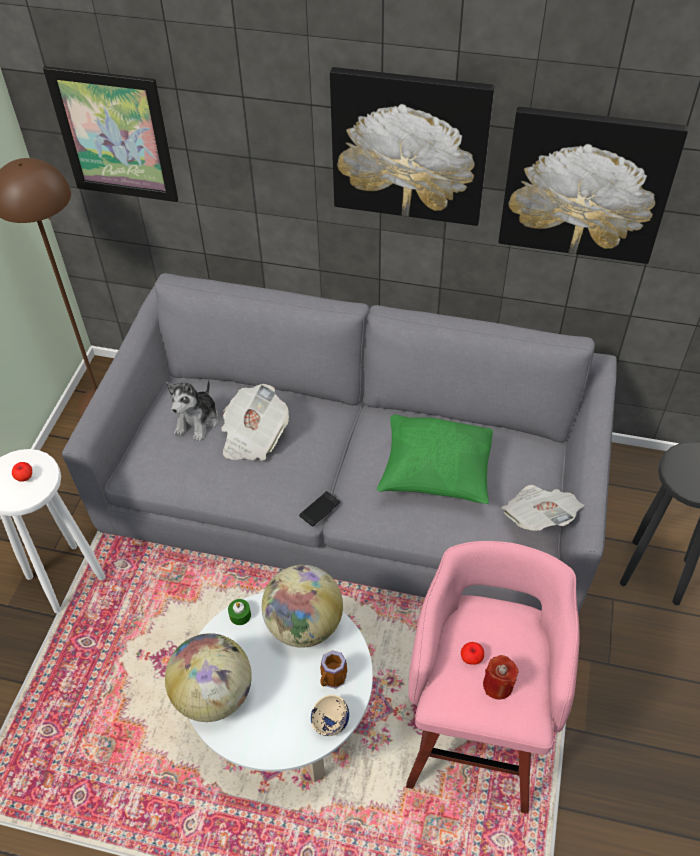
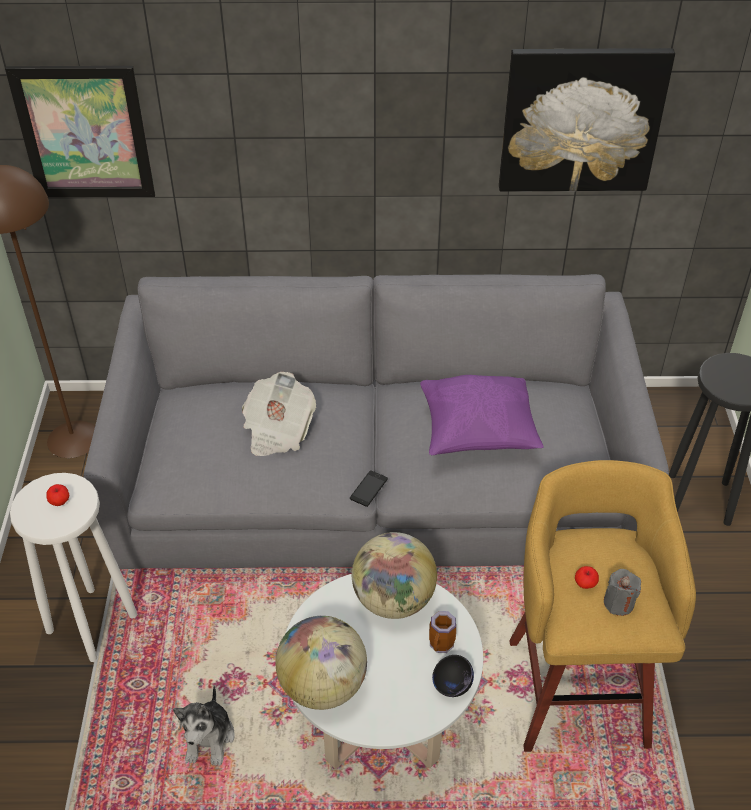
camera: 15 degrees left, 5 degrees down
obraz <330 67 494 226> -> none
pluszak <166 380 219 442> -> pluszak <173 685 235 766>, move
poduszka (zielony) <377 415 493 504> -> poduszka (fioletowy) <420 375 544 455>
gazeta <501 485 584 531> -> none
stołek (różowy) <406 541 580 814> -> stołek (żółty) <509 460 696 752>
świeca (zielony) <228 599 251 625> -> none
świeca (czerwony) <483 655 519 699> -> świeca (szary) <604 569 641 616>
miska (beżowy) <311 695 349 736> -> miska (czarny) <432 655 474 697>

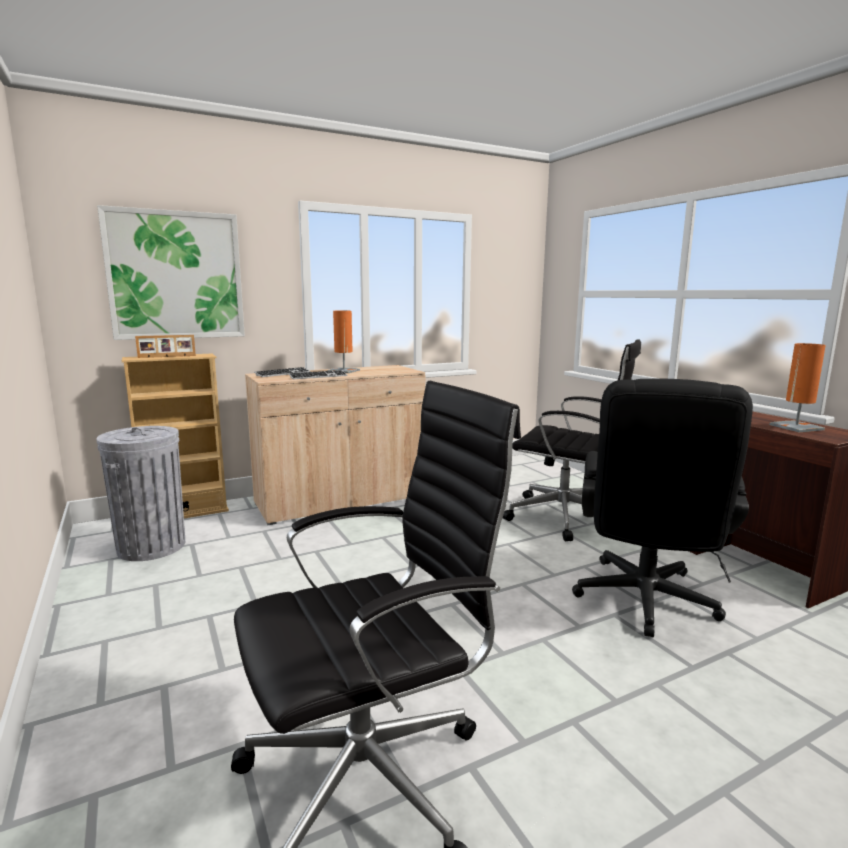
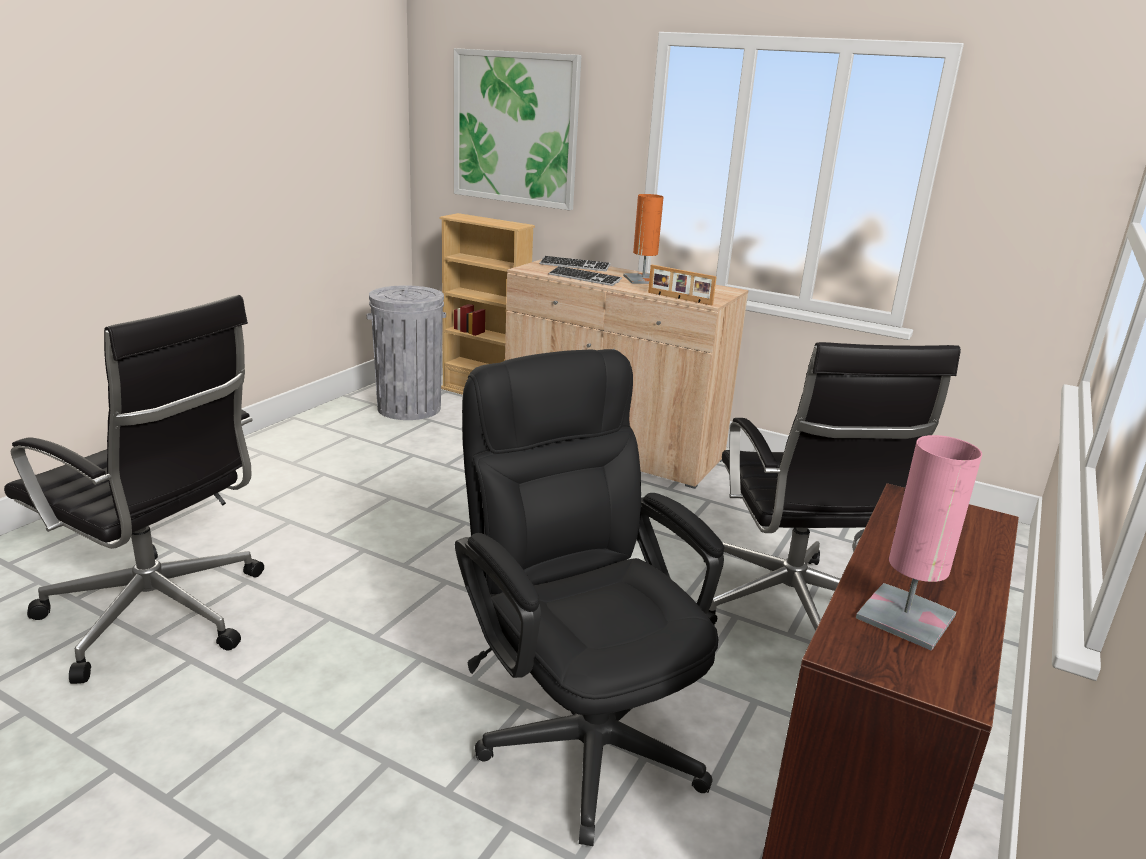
camera: 55 degrees right, 10 degrees up
ramka na zdjęcie <135 335 196 358> -> ramka na zdjęcie <648 265 717 306>, move
lampa stołowa (pomarańczowy) <769 343 826 432> -> lampa stołowa (różowy) <856 435 982 651>
krzesło biurowe (czarny) <572 379 753 637> -> krzesło biurowe (czarny) <455 349 724 846>, 75 degrees clockwise

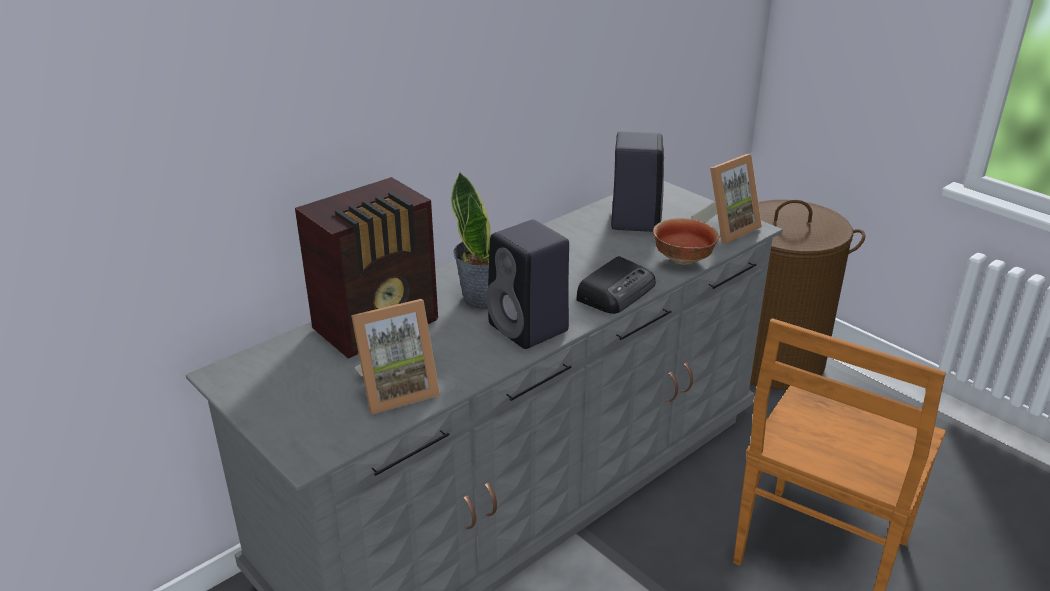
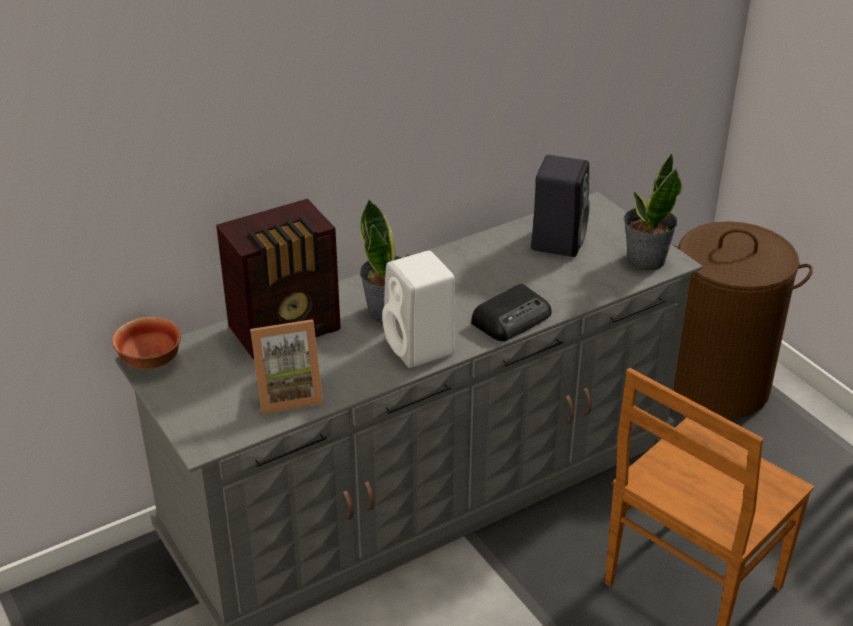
camera: 10 degrees right, 5 degrees up
ramka na zdjęcie <691 154 762 243> -> roślina doniczkowa <624 154 682 271>
miska <653 218 719 265> -> miska <112 317 181 369>, move
głośnik (czarny) <486 219 569 349> -> głośnik (biały) <382 251 455 368>

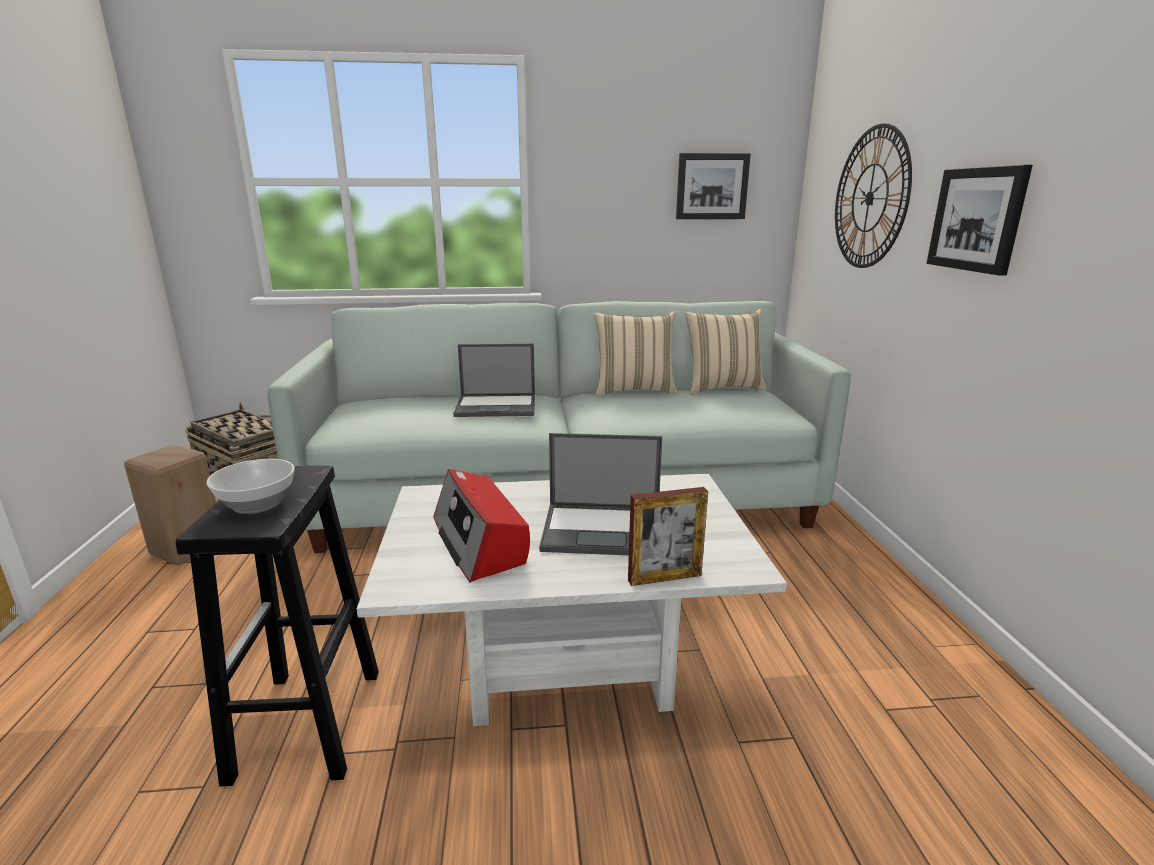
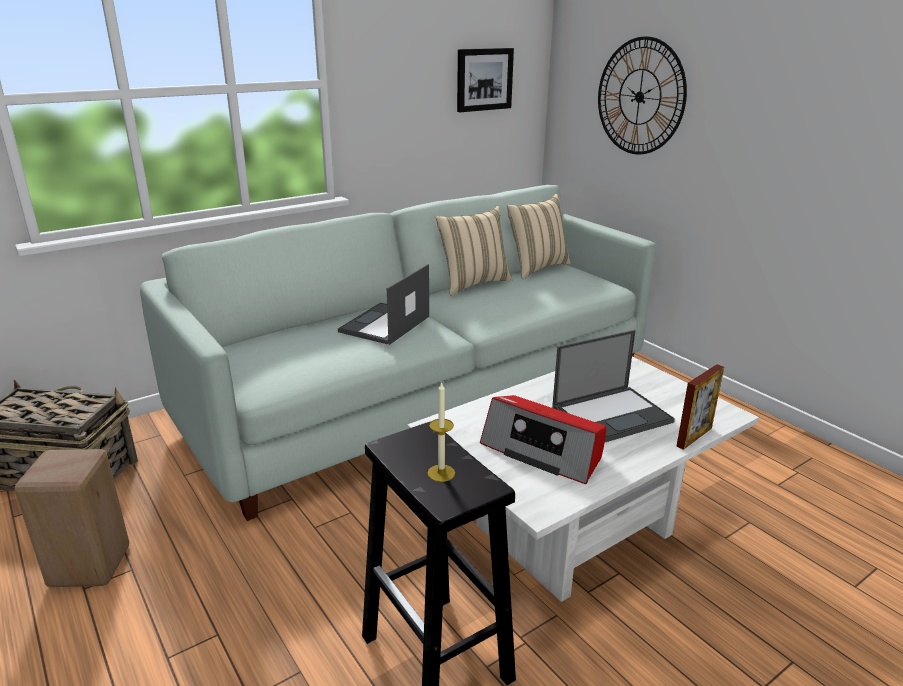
camera: 30 degrees left, 5 degrees up
obraz <927 165 1033 275> -> none
laptop <453 344 535 417> -> laptop <338 264 429 345>, 150 degrees clockwise
miska <206 459 295 514> -> świeca <427 382 455 482>

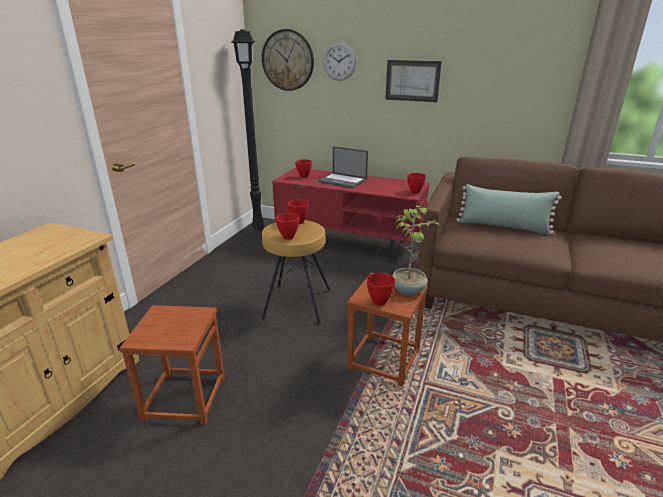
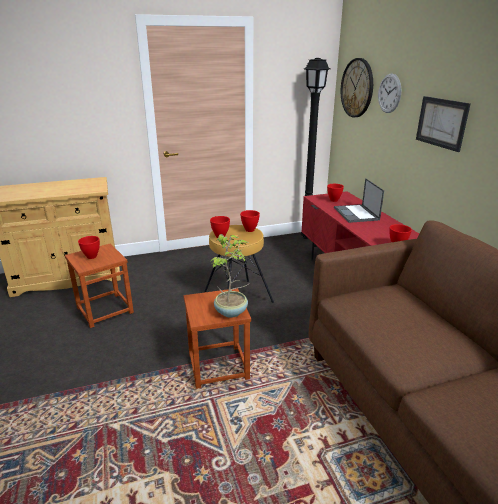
camera: 50 degrees right, 0 degrees up
poduszka (zielony) <456 184 562 235> -> none
miska (czerwony) <367 273 395 306> -> miska (czerwony) <78 236 100 259>, move

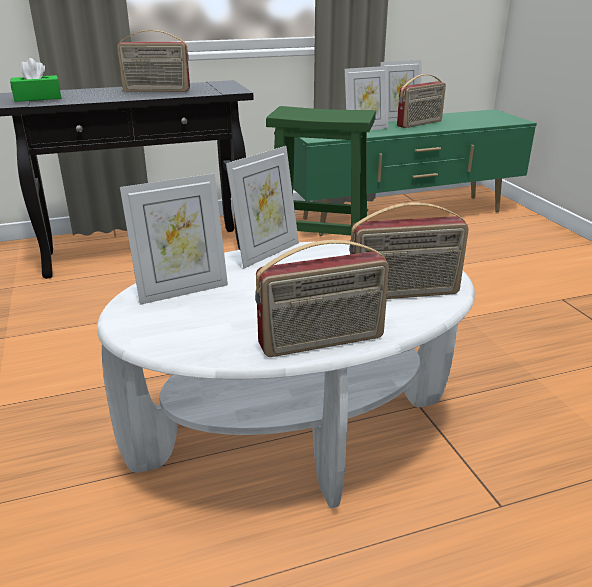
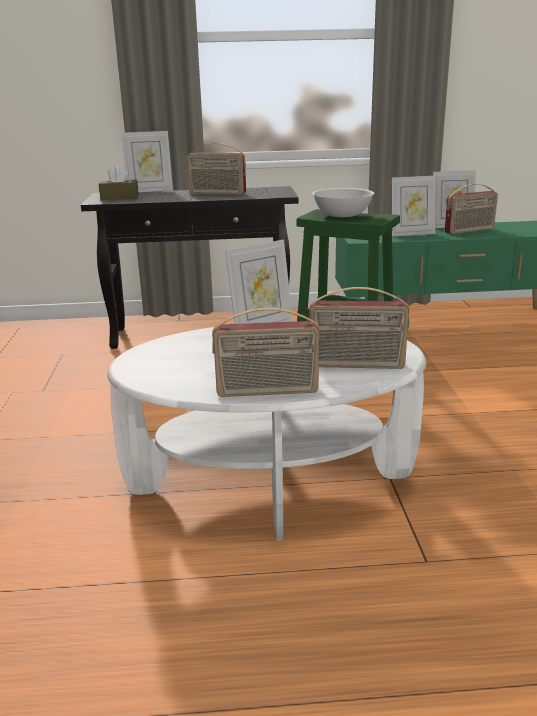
camera: 15 degrees right, 5 degrees down
pudełko chusteczek (zielony) <10 58 61 102> -> pudełko chusteczek (brązowy) <99 165 139 200>
ramka na zdjęcie <120 174 228 305> -> ramka na zdjęcie <121 131 173 192>, move
none -> miska (biały) <312 188 374 217>

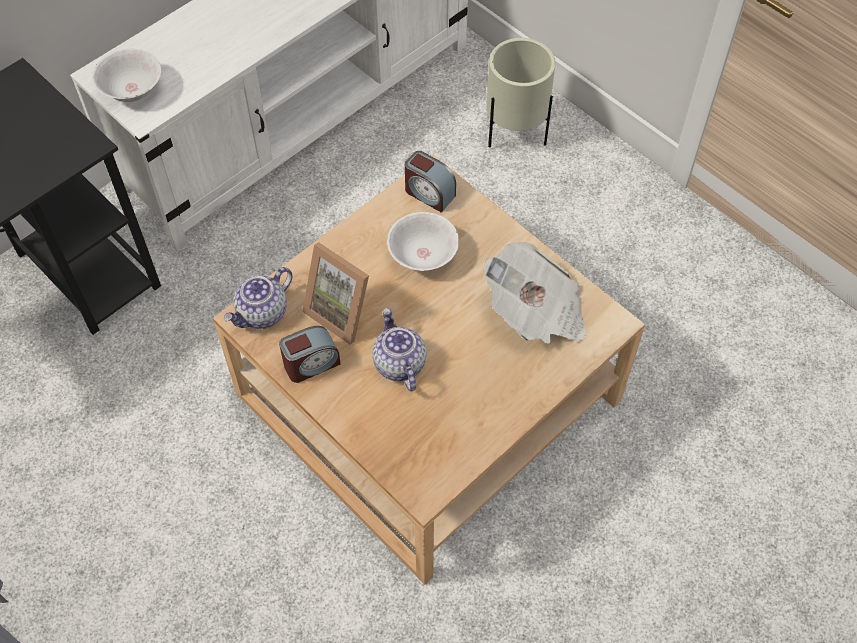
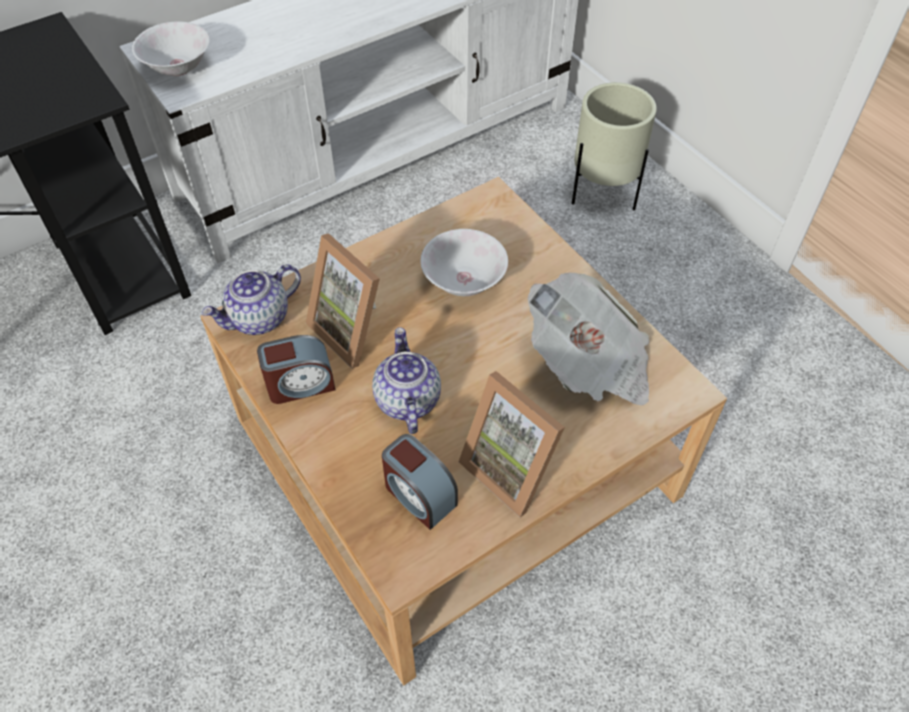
camera: 10 degrees right, 5 degrees down
budzik <405 151 456 213> -> budzik <382 434 458 530>, move
none -> ramka na zdjęcie <459 371 565 517>

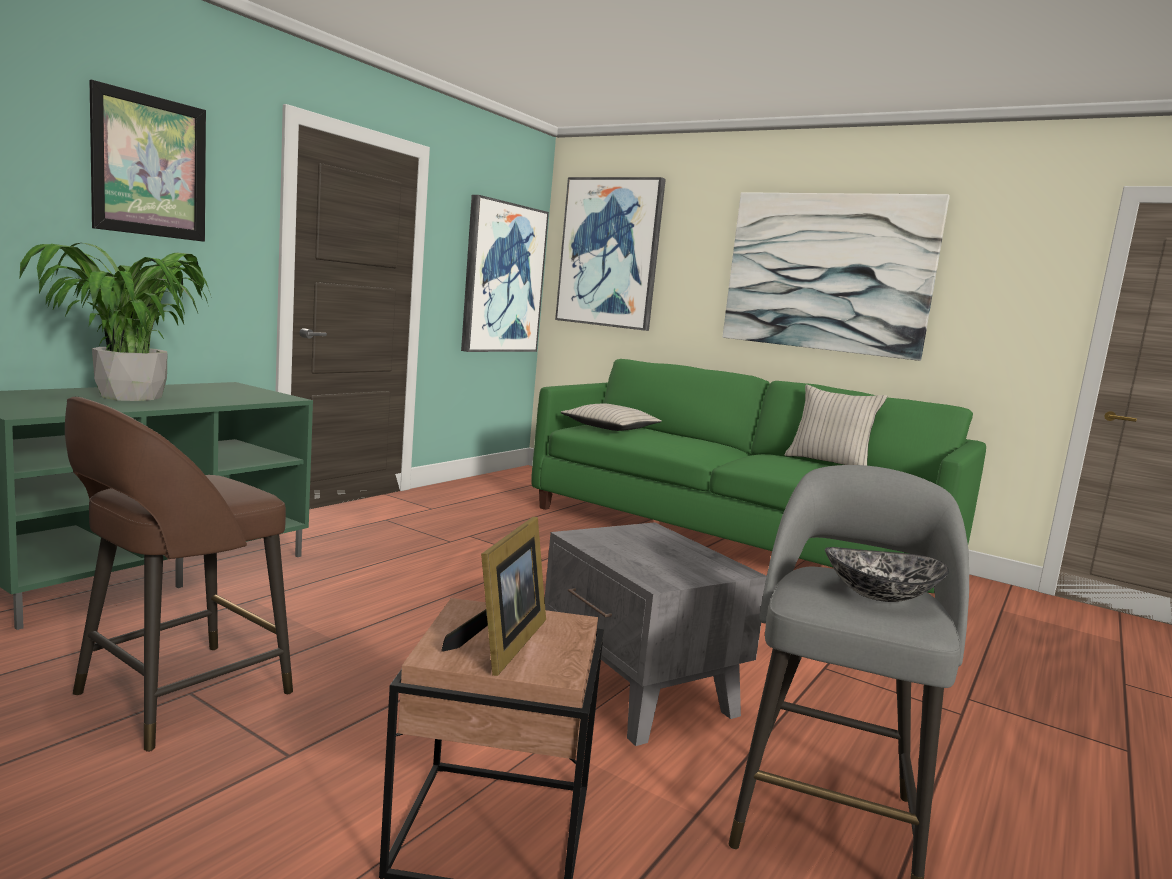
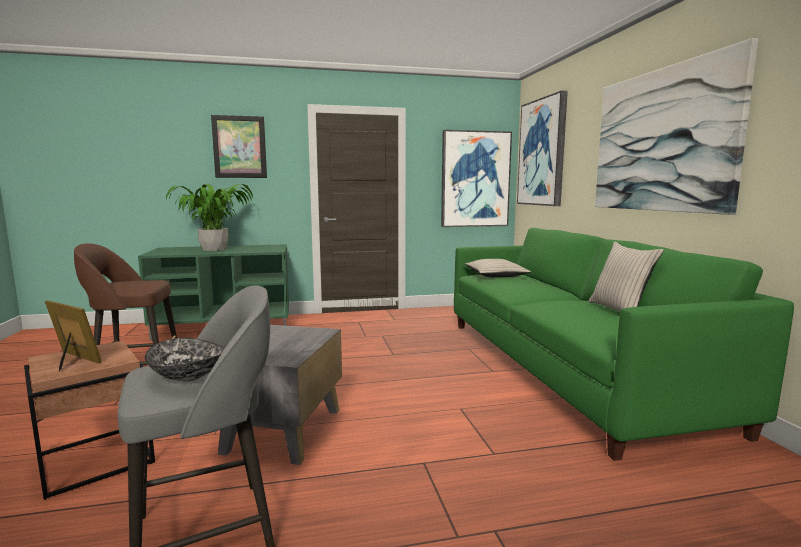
camera: 45 degrees right, 0 degrees up
ramka na zdjęcie <441 517 546 676> -> ramka na zdjęcie <45 300 102 371>, 120 degrees counterclockwise

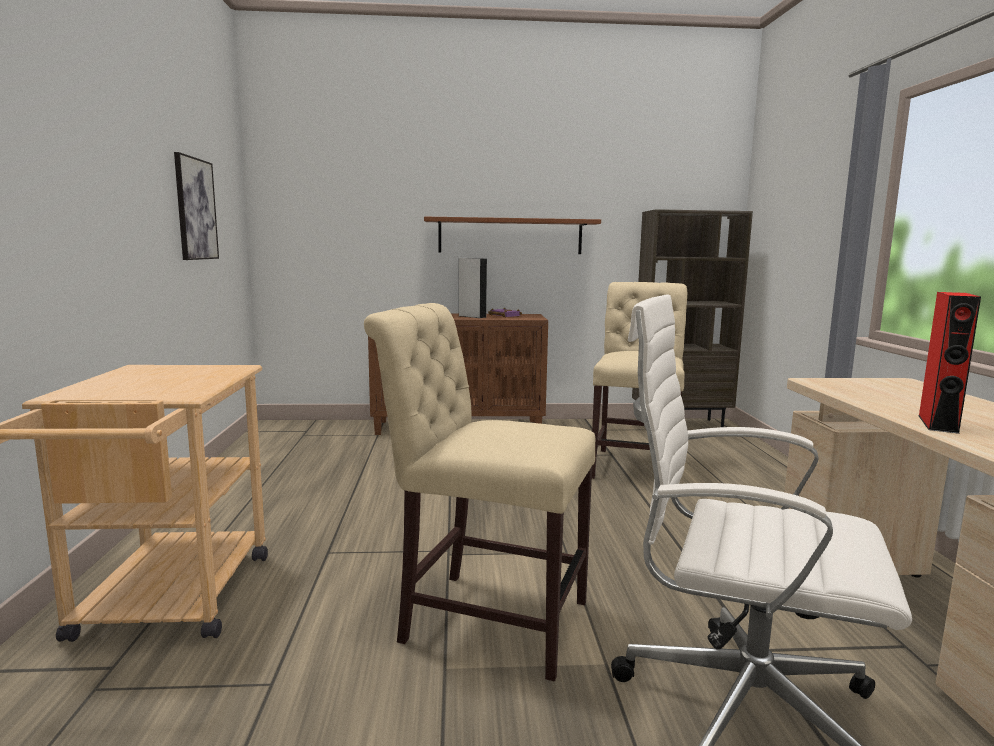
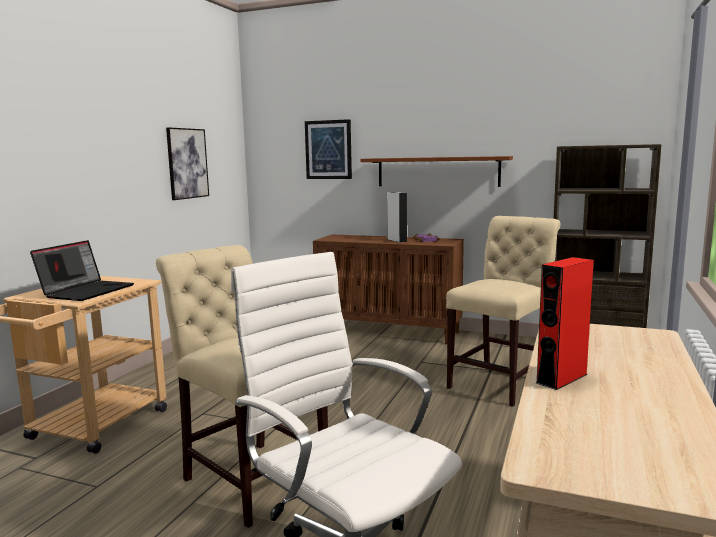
camera: 25 degrees right, 0 degrees up
none -> obraz <305 119 352 179>
none -> laptop <30 240 134 301>

